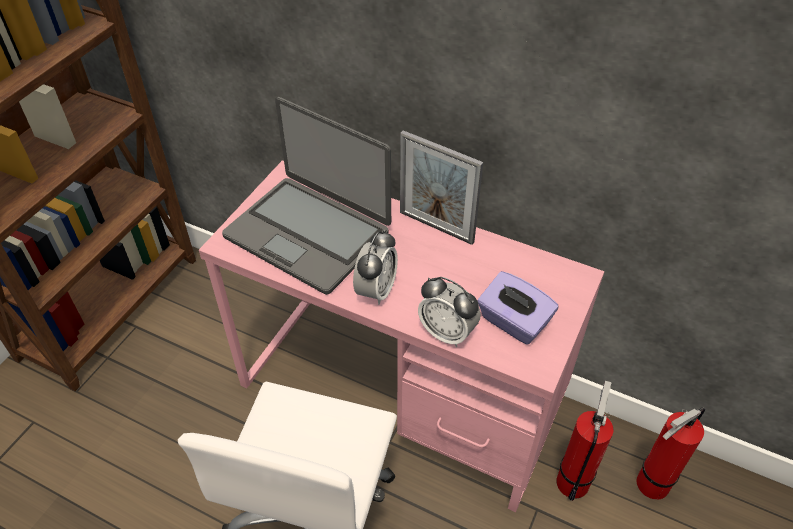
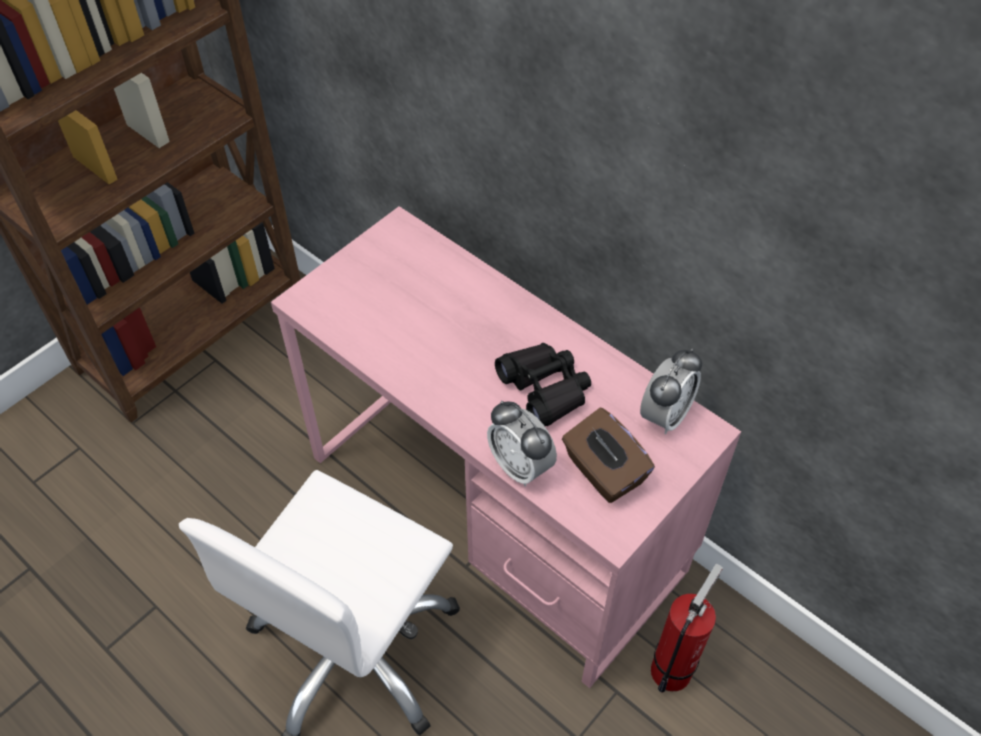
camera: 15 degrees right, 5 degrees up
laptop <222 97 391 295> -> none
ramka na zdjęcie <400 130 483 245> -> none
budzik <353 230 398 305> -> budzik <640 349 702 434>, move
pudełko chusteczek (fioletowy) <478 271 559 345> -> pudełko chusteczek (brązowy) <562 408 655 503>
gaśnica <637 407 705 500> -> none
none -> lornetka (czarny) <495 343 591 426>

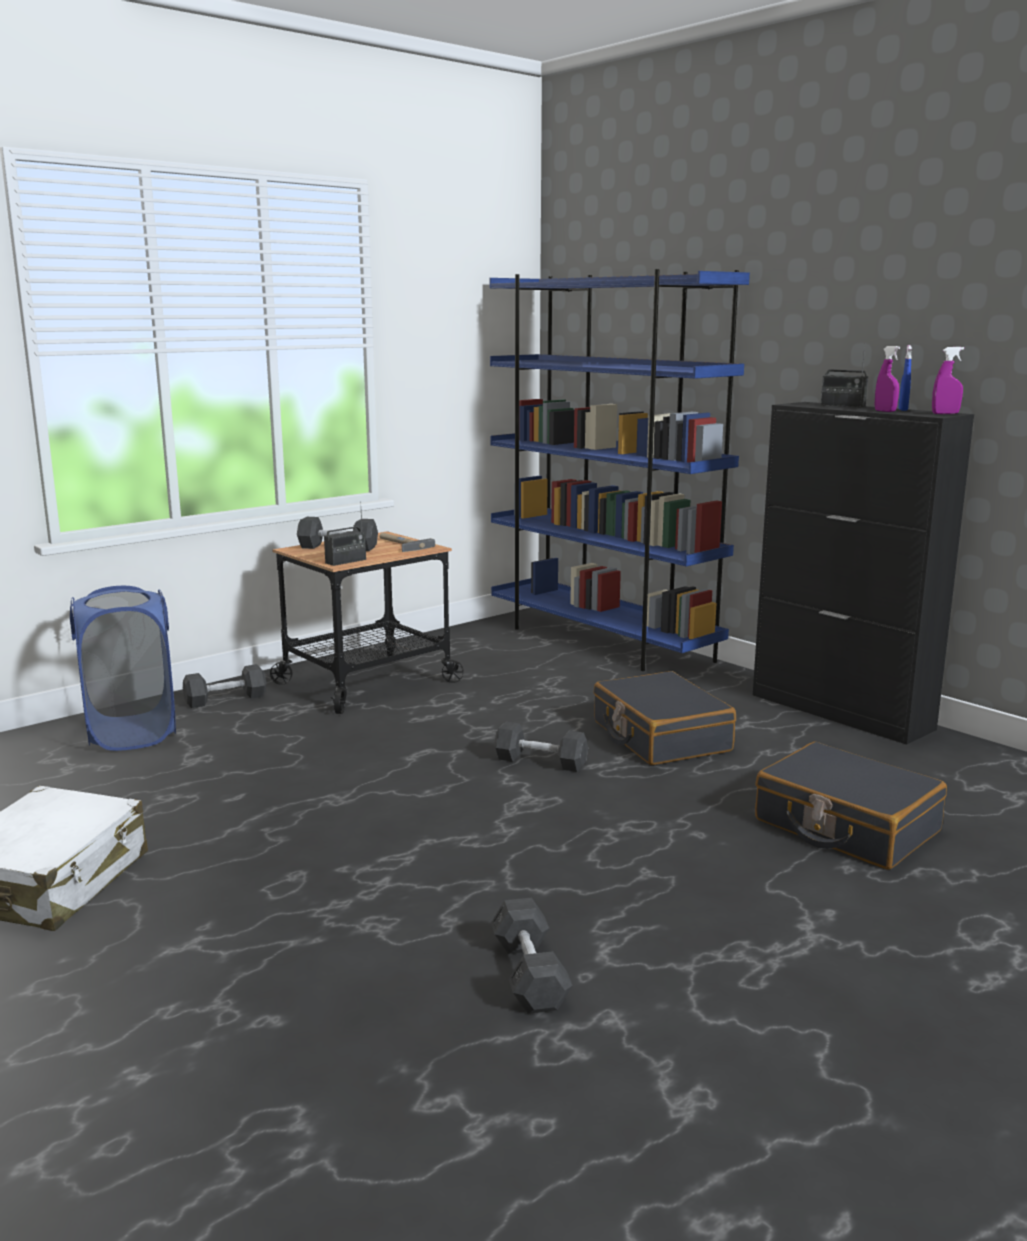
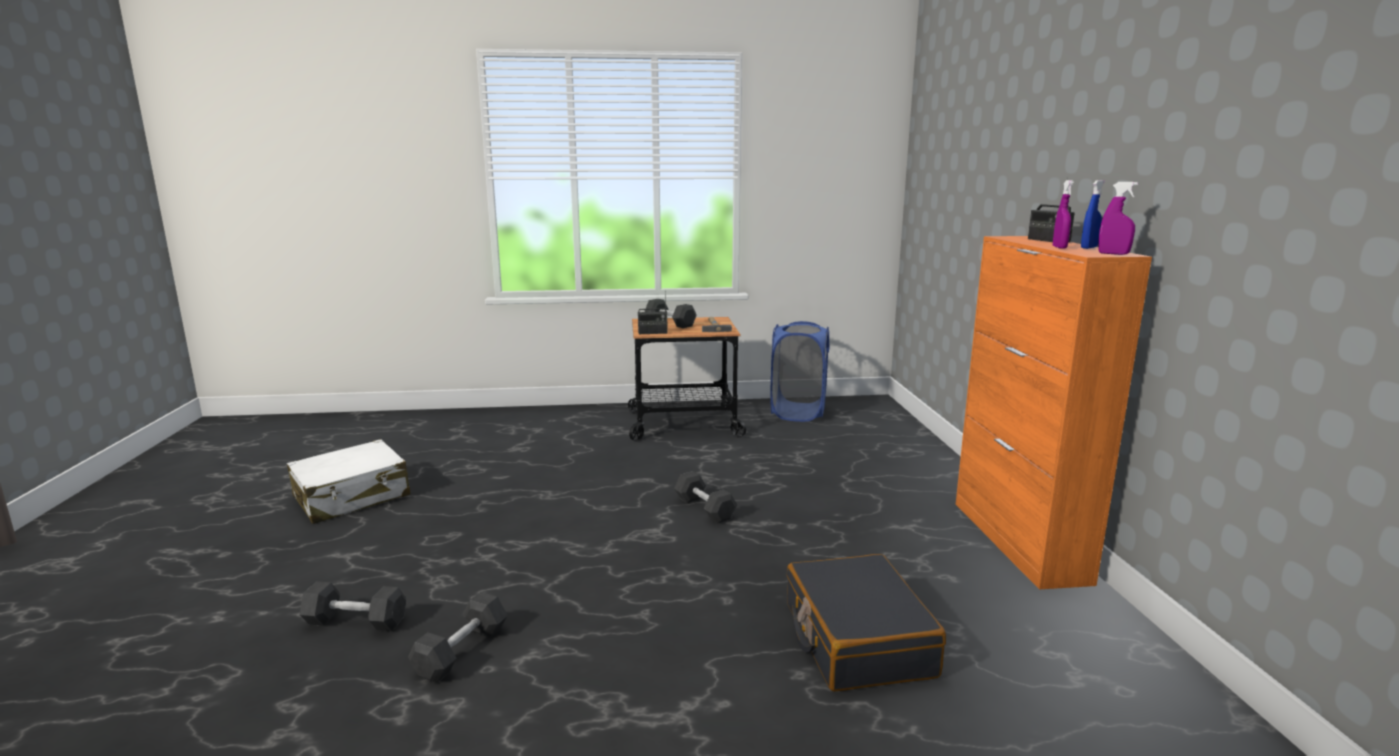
camera: 35 degrees right, 0 degrees up
regał (niebieski) <490 269 750 671> -> none
szafka (czarny) <753 402 974 745> -> szafka (pomarańczowy) <956 236 1152 589>
kosz na pranie (niebieski) <70 586 176 751> -> kosz na pranie (niebieski) <770 321 829 422>, move
hantel (szary) <183 664 267 708> -> hantel (szary) <300 581 406 631>, move
walizka (czarny) <594 671 736 765> -> none

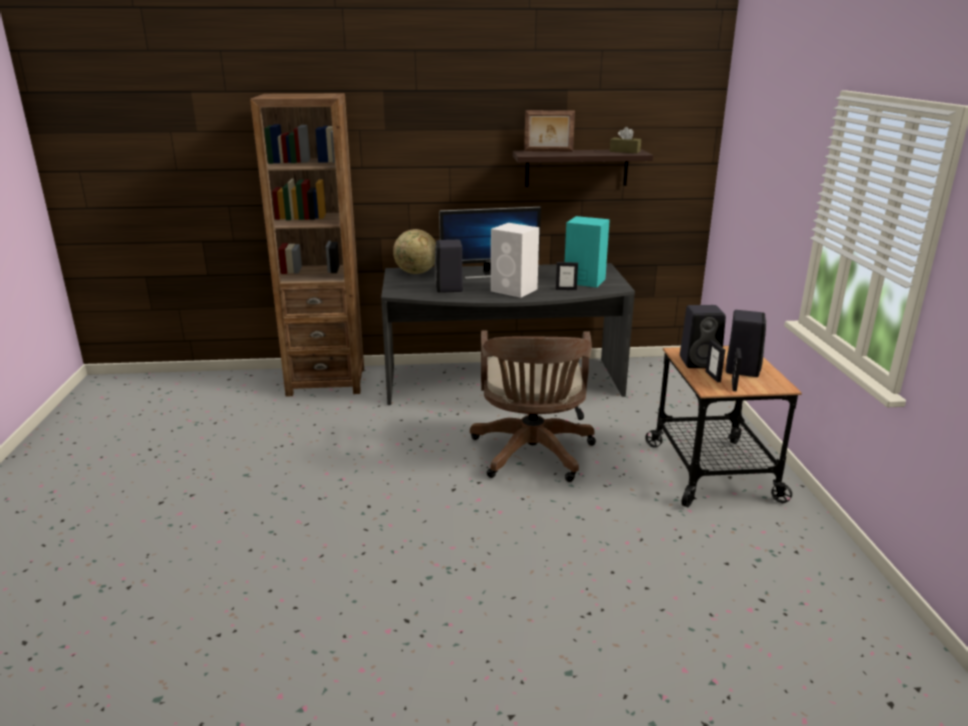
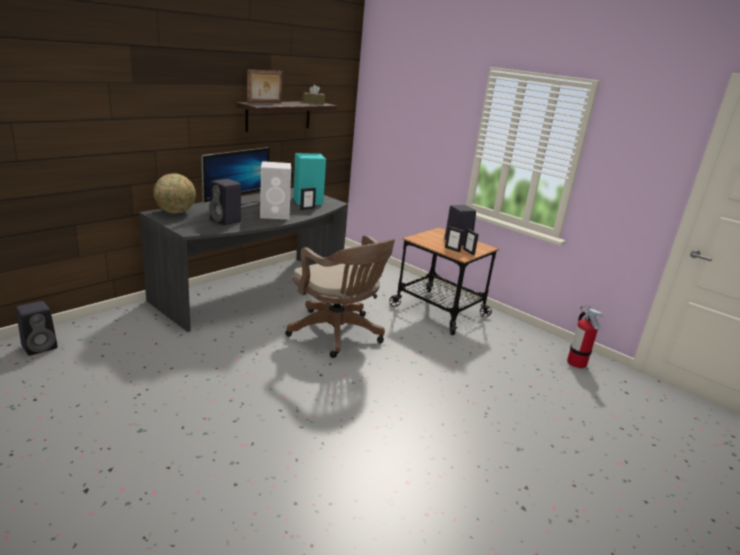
camera: 45 degrees left, 0 degrees up
regał (brązowy) <250 93 364 397> -> none
głośnik (czarny) <680 305 726 368> -> głośnik (czarny) <16 301 57 356>, move
none -> gaśnica <567 305 603 368>

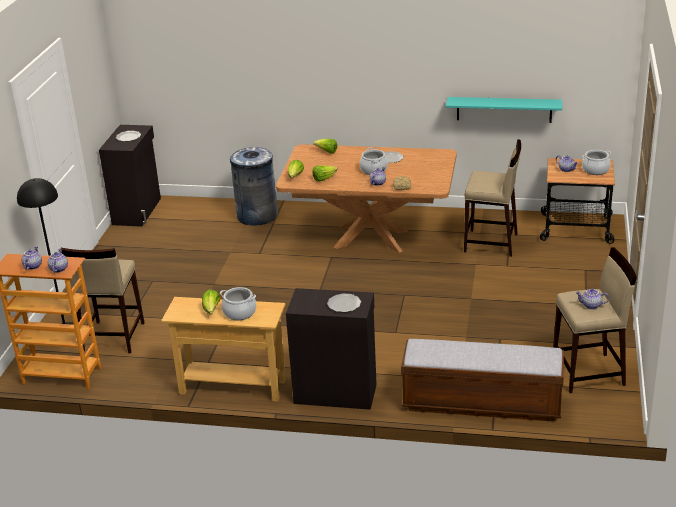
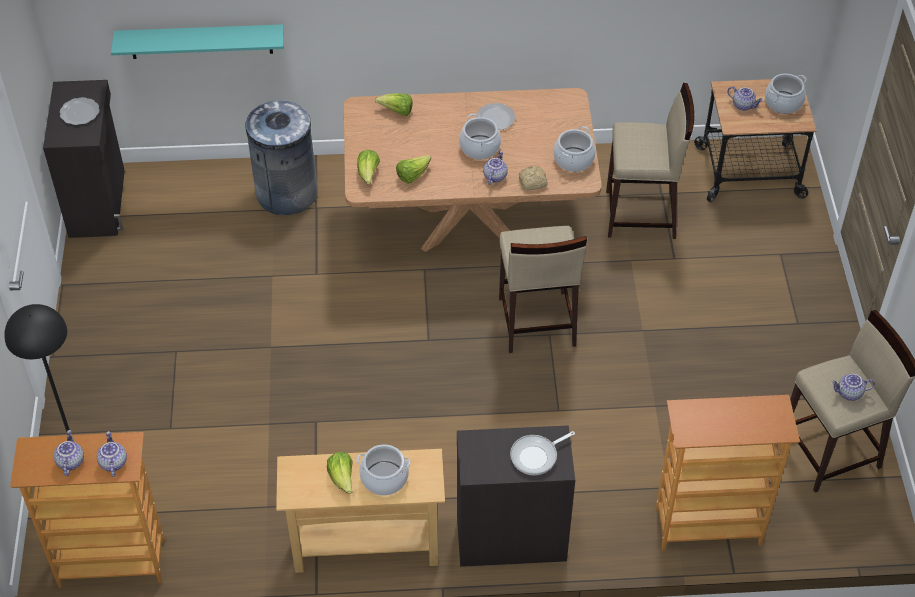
camera: 15 degrees left, 20 degrees up
półka (turkusowy) <446 97 562 123> -> półka (turkusowy) <111 24 284 59>, move
stołek (beżowy) <61 248 144 353> -> stołek (beżowy) <499 226 587 353>, move
talerz <327 293 361 312> -> patelnia <510 431 575 475>
ławka <401 339 564 422> -> regał <655 395 800 551>
none -> garnek <554 126 596 172>

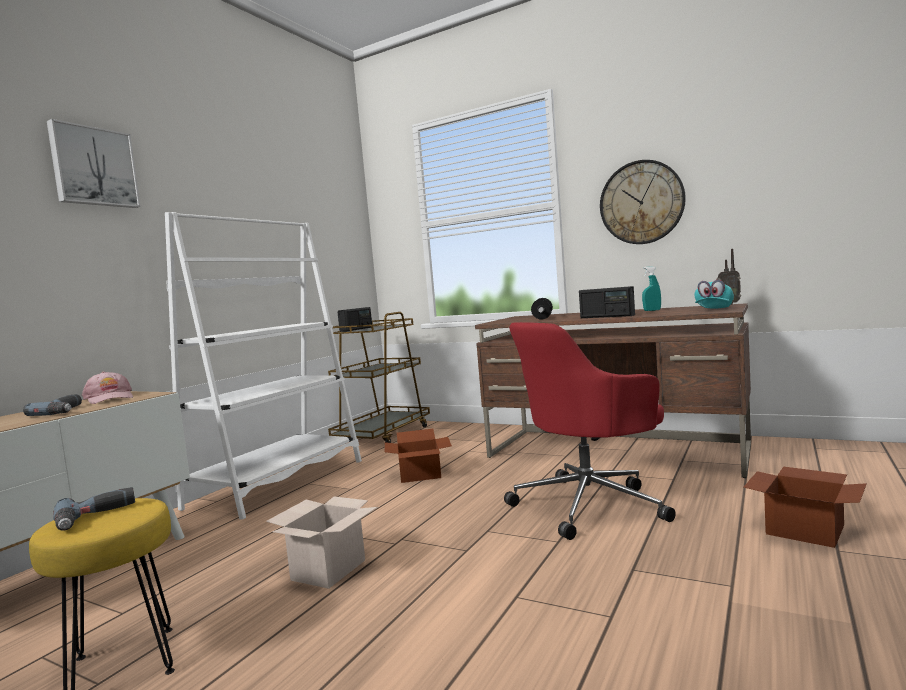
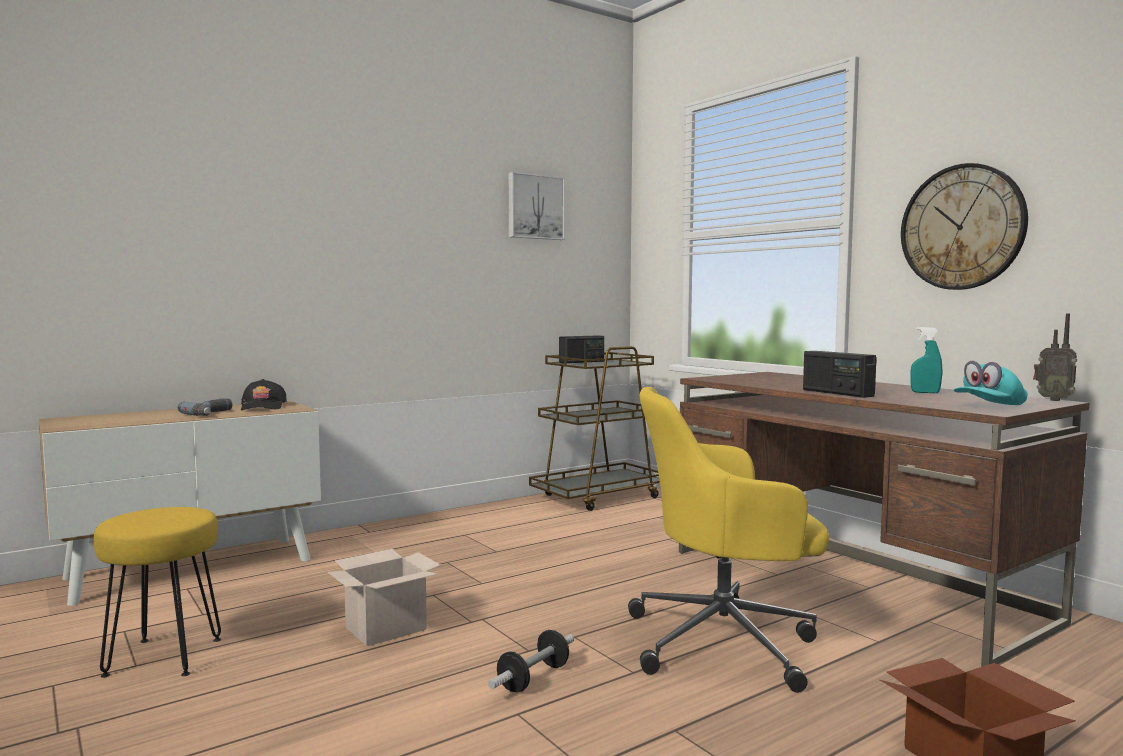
camera: 25 degrees right, 0 degrees up
obraz <47 119 140 208> -> obraz <509 172 565 240>, move
regał (biały) <165 212 362 519> -> none
hantel <531 298 553 320> -> hantel <488 630 574 693>, move
krzesło biurowe (czerwony) <504 322 676 540> -> krzesło biurowe (żółty) <628 387 829 693>
czapka z daszkiem (różowy) <82 371 133 404> -> czapka z daszkiem (czarny) <241 379 287 410>
karton <385 429 452 483> -> none
wiertarka <53 487 135 531> -> none

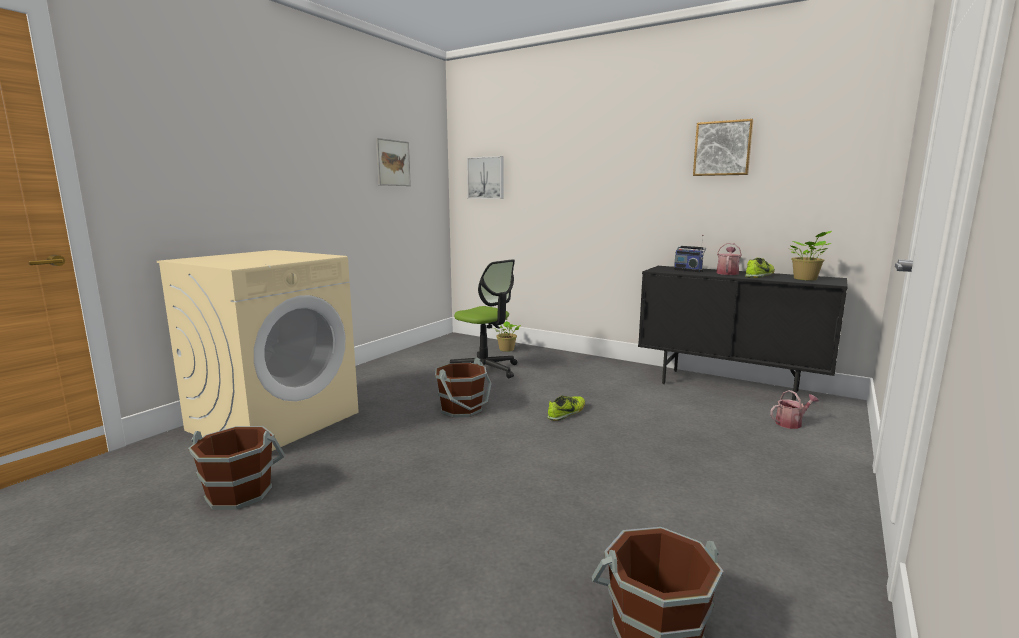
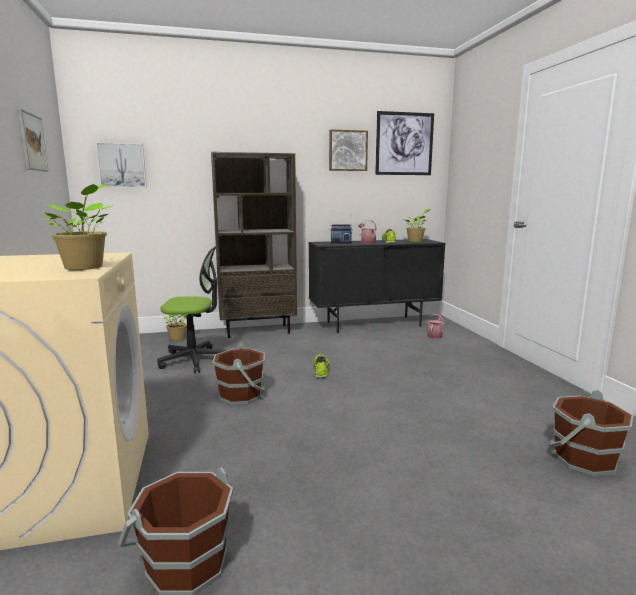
camera: 45 degrees left, 0 degrees up
none -> obraz <375 111 434 175>
none -> regał (brązowy) <211 152 297 338>
none -> roślina doniczkowa <42 184 111 270>

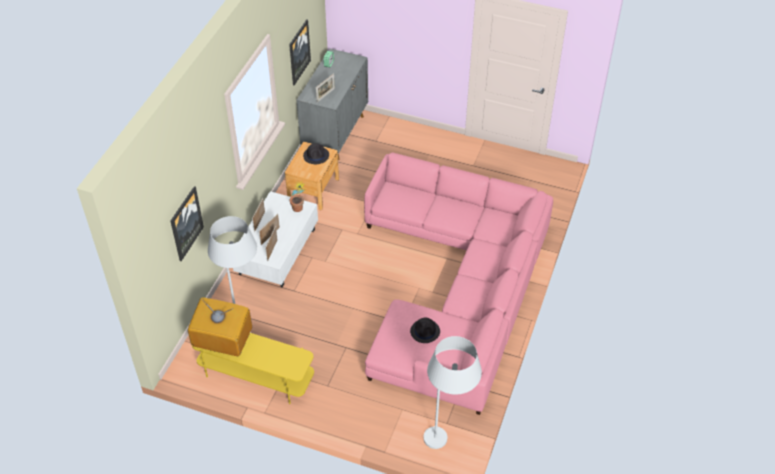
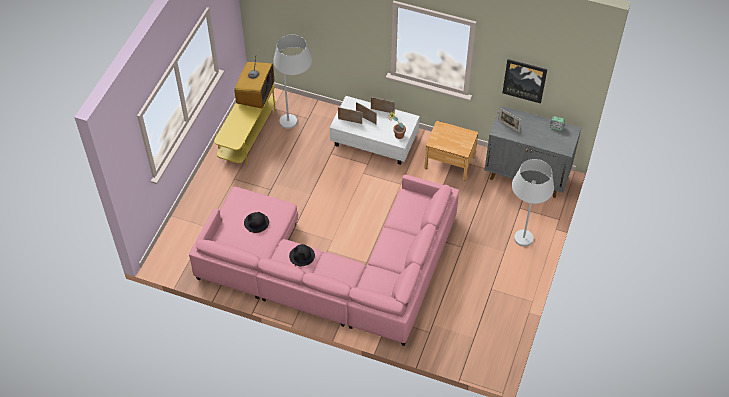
camera: 90 degrees right, 5 degrees up
kapelusz (czarny) <303 143 329 164> -> kapelusz (czarny) <289 244 315 266>, move
obraz <170 186 204 261> -> none
lampa stojąca (biały) <423 336 482 449> -> lampa stojąca (biały) <512 159 554 246>, move

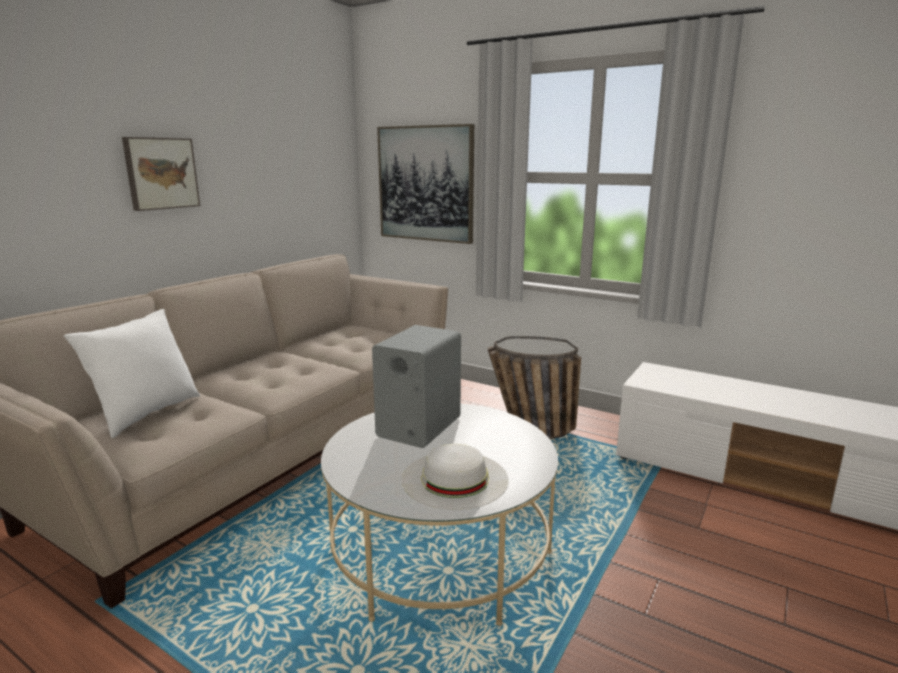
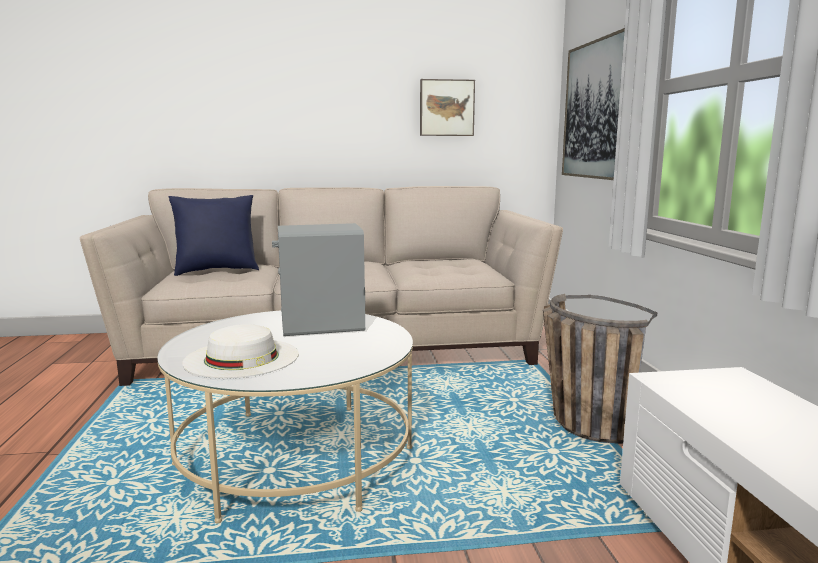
camera: 50 degrees right, 5 degrees down
obraz <122 137 200 211> -> obraz <420 79 475 136>, move
poduszka (biały) <64 309 200 438> -> poduszka (niebieski) <168 195 259 276>

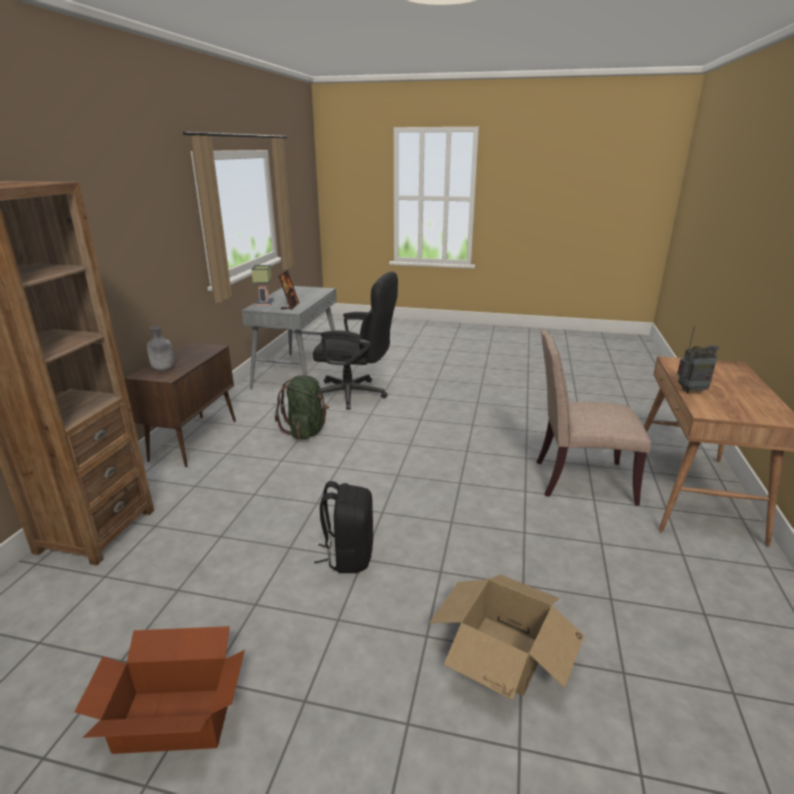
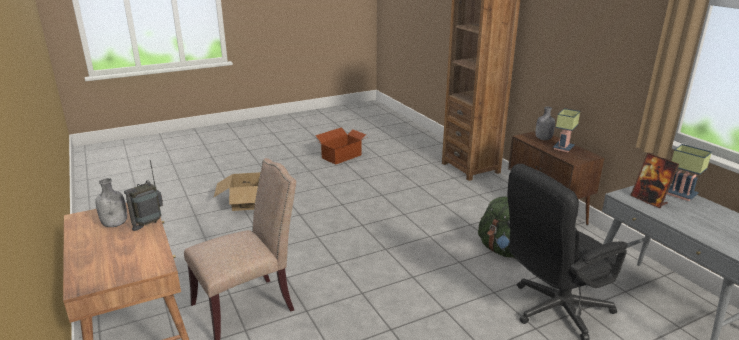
camera: 140 degrees right, 0 degrees up
plecak (czarny) <314 481 373 573> -> none
none -> lampa stołowa <553 108 580 152>
none -> butelka (szary) <95 178 127 227>

